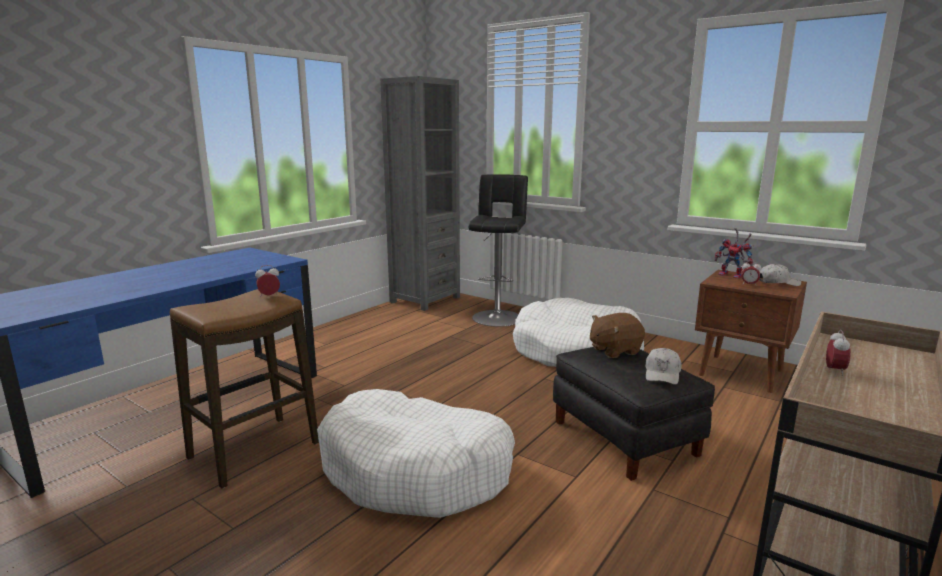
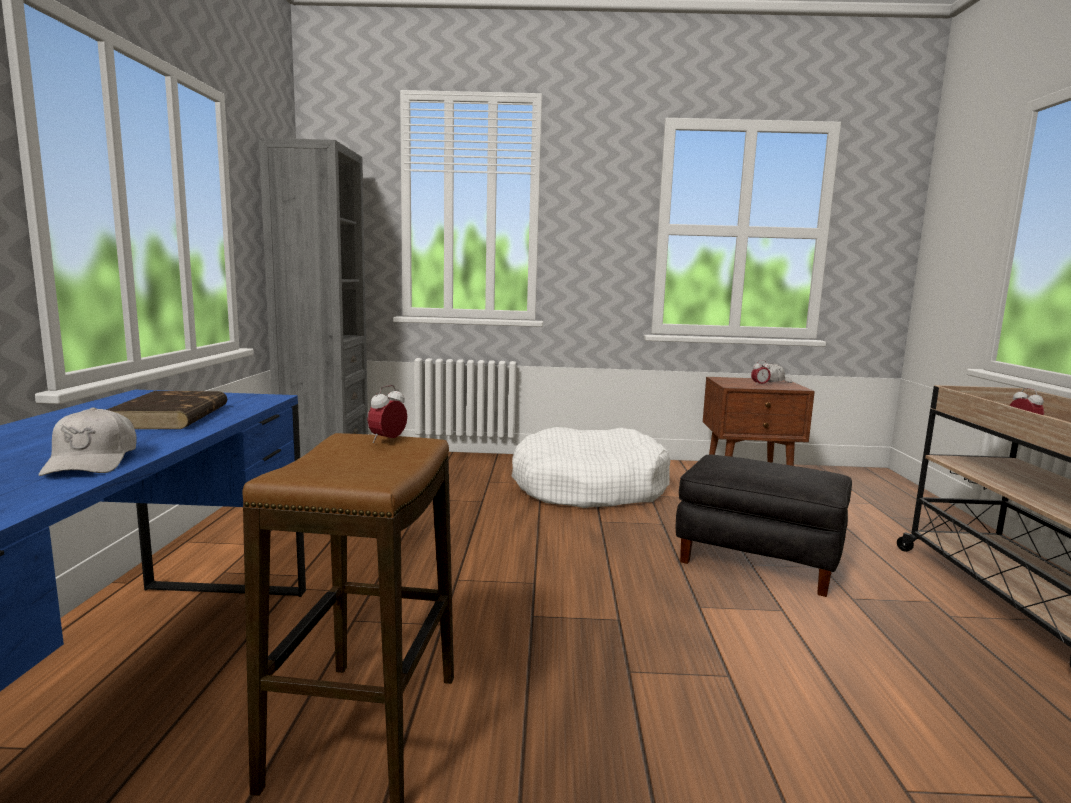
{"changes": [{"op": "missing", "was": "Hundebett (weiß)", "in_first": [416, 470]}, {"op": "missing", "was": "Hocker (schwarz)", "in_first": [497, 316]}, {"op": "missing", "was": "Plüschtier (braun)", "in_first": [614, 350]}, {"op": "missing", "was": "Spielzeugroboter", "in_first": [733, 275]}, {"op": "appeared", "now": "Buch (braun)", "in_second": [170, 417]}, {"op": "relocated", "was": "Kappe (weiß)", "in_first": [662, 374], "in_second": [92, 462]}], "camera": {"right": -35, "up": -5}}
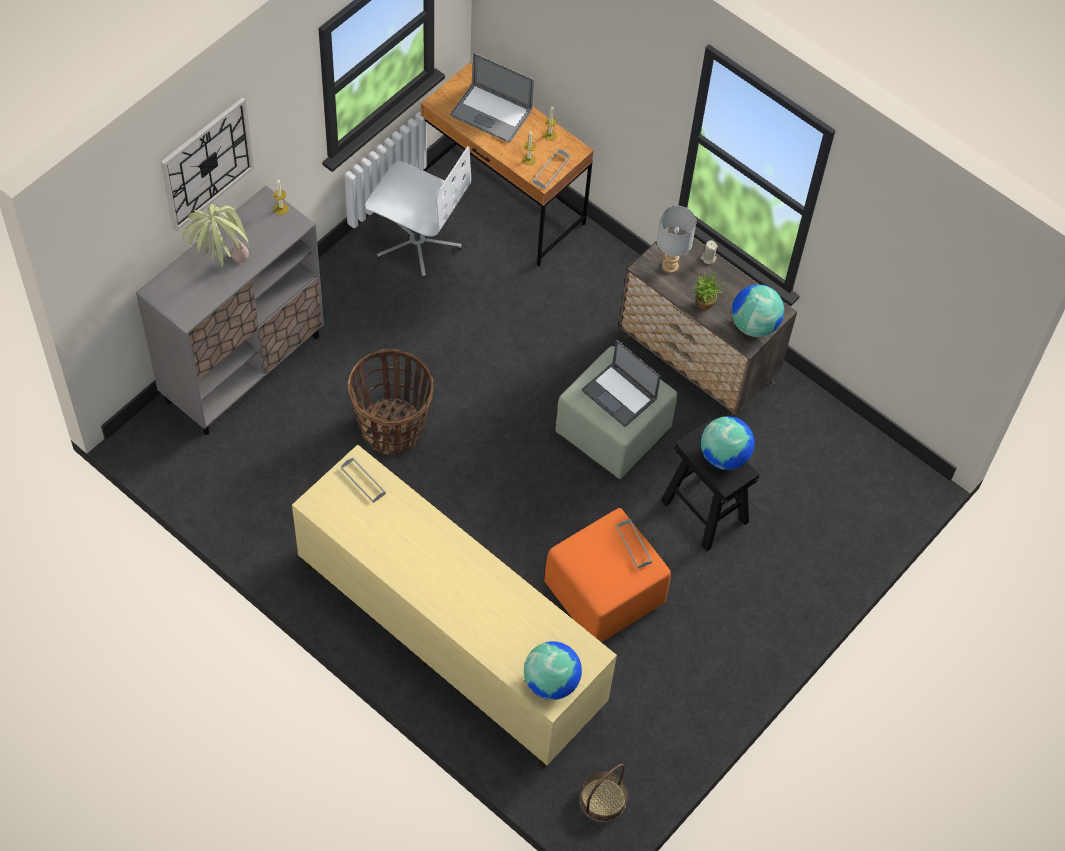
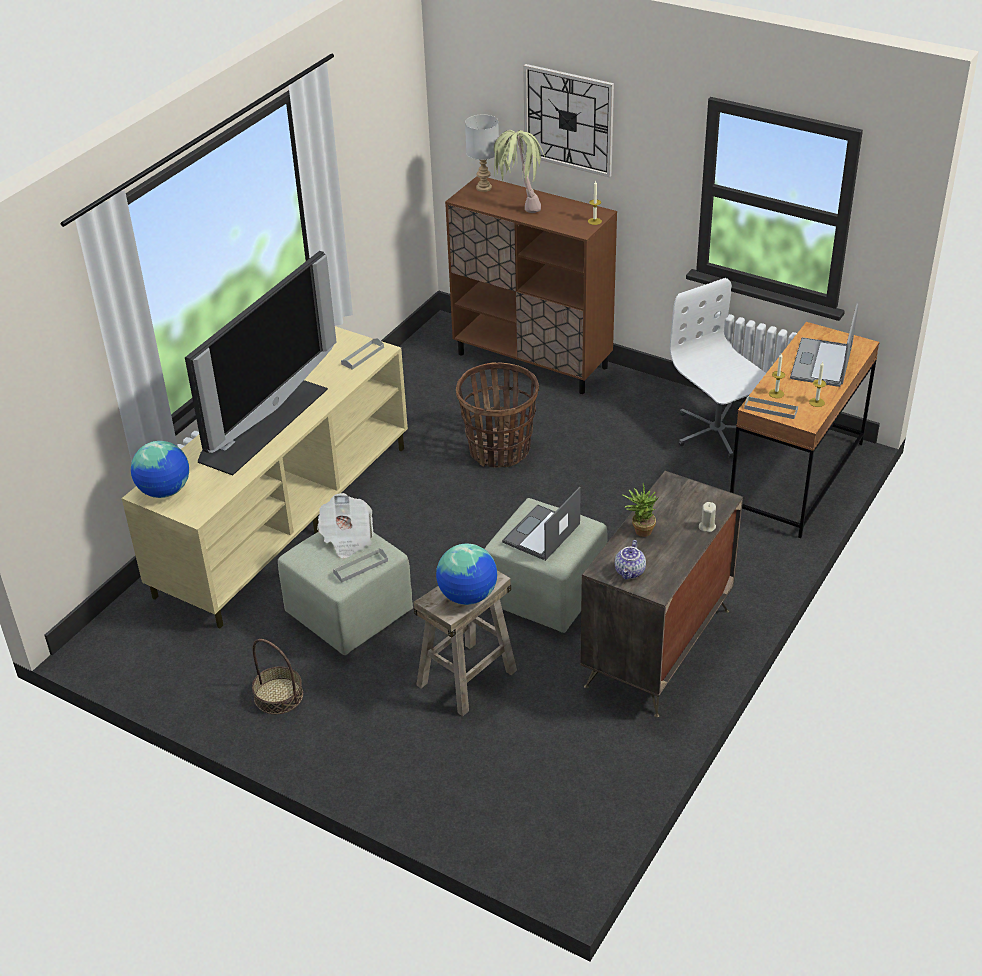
{"changes": [{"op": "appeared", "now": "Fernseher", "in_second": [261, 423]}, {"op": "appeared", "now": "Zeitung", "in_second": [347, 538]}, {"op": "relocated", "was": "Korb", "in_first": [603, 800], "in_second": [278, 696]}, {"op": "relocated", "was": "Tischlampe (grau)", "in_first": [670, 267], "in_second": [483, 188]}, {"op": "exchanged", "was": "Globus", "now": "Teekanne", "in_first": [754, 324], "in_second": [630, 572]}, {"op": "colour", "was": "Schrank (grau)", "now": "Schrank (braun)", "in_first": [244, 367], "in_second": [533, 361]}, {"op": "colour", "was": "Polsterhocker (orange)", "now": "Polsterhocker (grün)", "in_first": [603, 595], "in_second": [348, 613]}, {"op": "colour", "was": "Hocker (schwarz)", "now": "Hocker (beige)", "in_first": [705, 511], "in_second": [467, 678]}, {"op": "spun", "was": "Bürostuhl (weiß)", "in_first": [417, 242], "in_second": [716, 432], "clockwise": 135}], "camera": {"right": 85, "up": -20}}
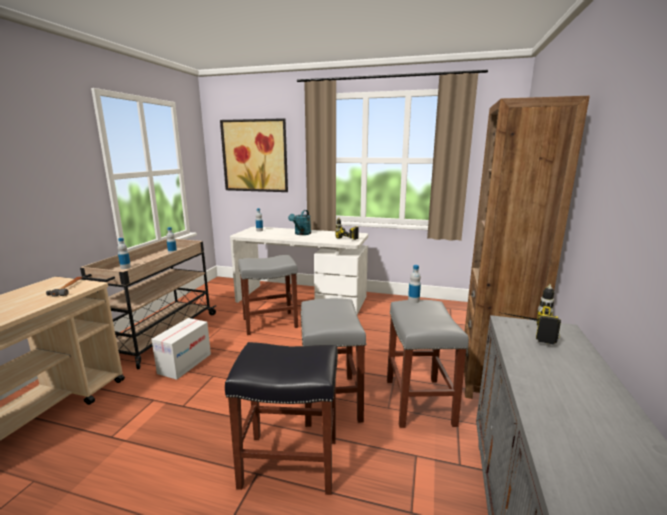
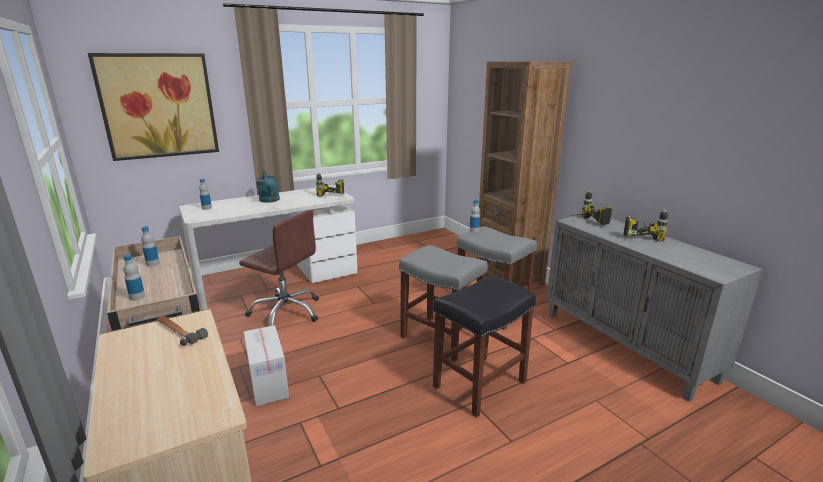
{"changes": [{"op": "appeared", "now": "Bohrmaschine", "in_second": [641, 234]}, {"op": "exchanged", "was": "Hocker (grau)", "now": "Bürostuhl (braun)", "in_first": [269, 323], "in_second": [286, 312]}], "camera": {"right": -45, "up": 5}}
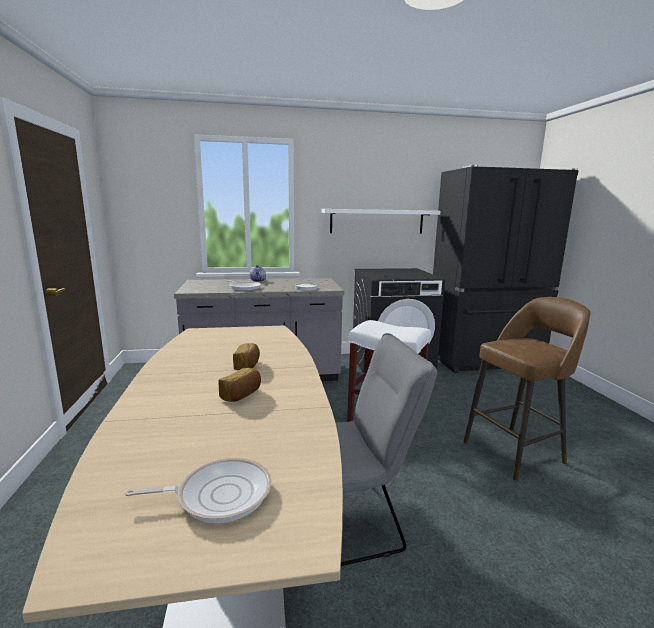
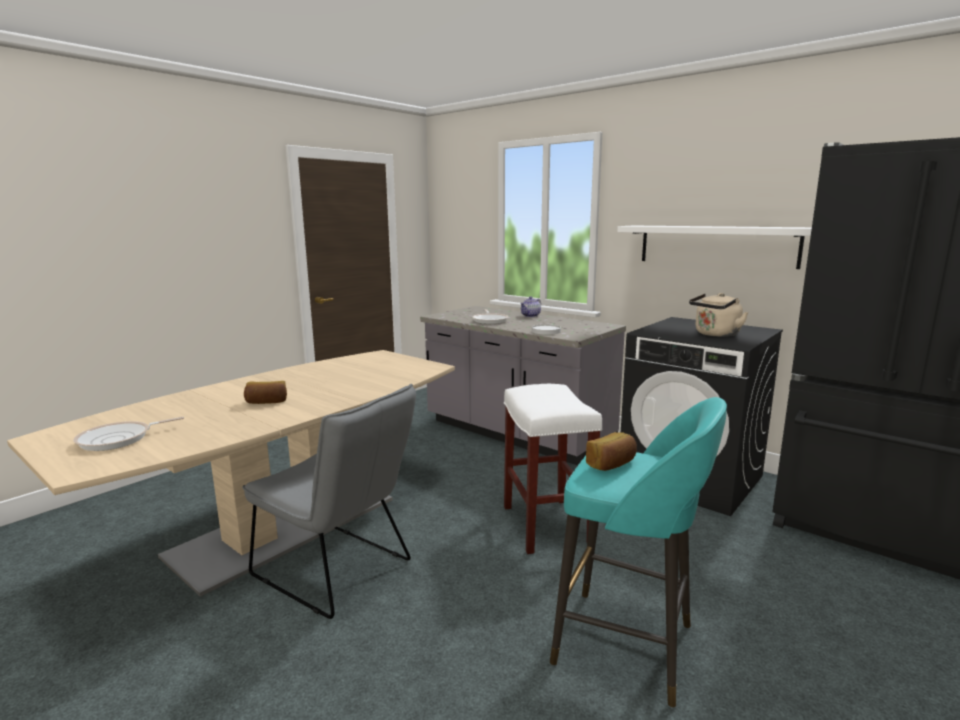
{"changes": [{"op": "appeared", "now": "Wasserkessel (beige)", "in_second": [715, 334]}, {"op": "relocated", "was": "Brot", "in_first": [247, 366], "in_second": [612, 464]}, {"op": "colour", "was": "Hocker (braun)", "now": "Hocker (türkis)", "in_first": [515, 452], "in_second": [628, 646]}, {"op": "spun", "was": "Pfanne", "in_first": [219, 494], "in_second": [119, 439], "clockwise": 105}], "camera": {"right": 50, "up": 0}}
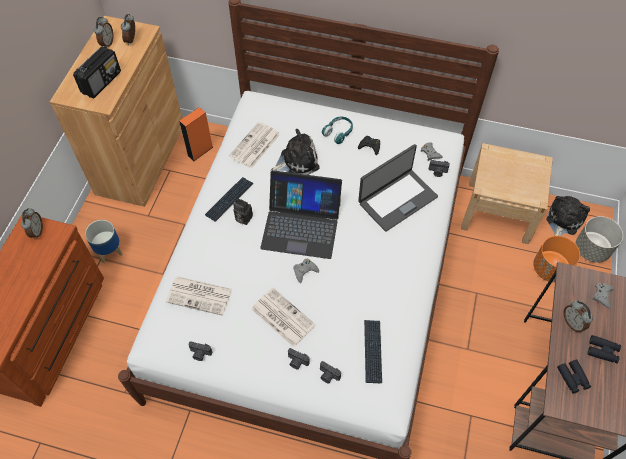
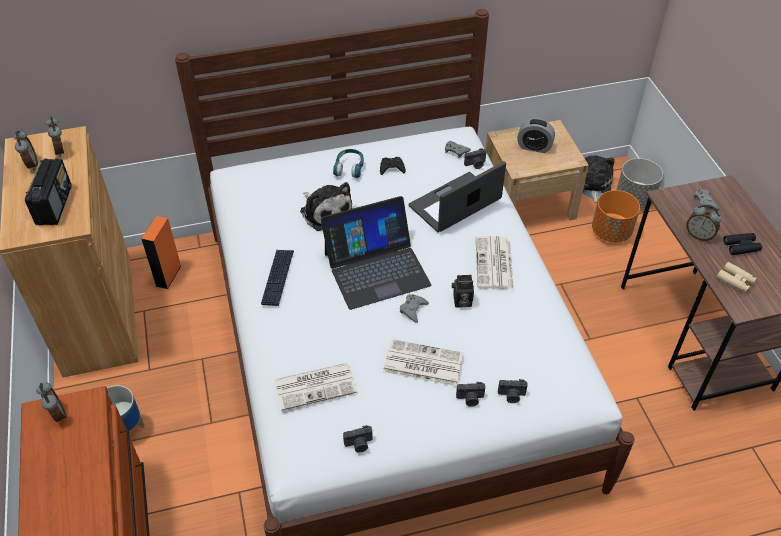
{"changes": [{"op": "missing", "was": "Tastatur", "in_first": [372, 351]}, {"op": "appeared", "now": "Wecker", "in_second": [534, 147]}, {"op": "relocated", "was": "Zeitung", "in_first": [255, 146], "in_second": [494, 264]}, {"op": "relocated", "was": "Kamera", "in_first": [242, 218], "in_second": [461, 302]}, {"op": "colour", "was": "Fernglas (schwarz)", "now": "Fernglas (beige)", "in_first": [572, 378], "in_second": [735, 281]}, {"op": "spun", "was": "Plüschtier", "in_first": [297, 161], "in_second": [325, 211], "clockwise": 105}, {"op": "spun", "was": "Laptop", "in_first": [397, 199], "in_second": [455, 204], "clockwise": -150}], "camera": {"right": -30, "up": -10}}
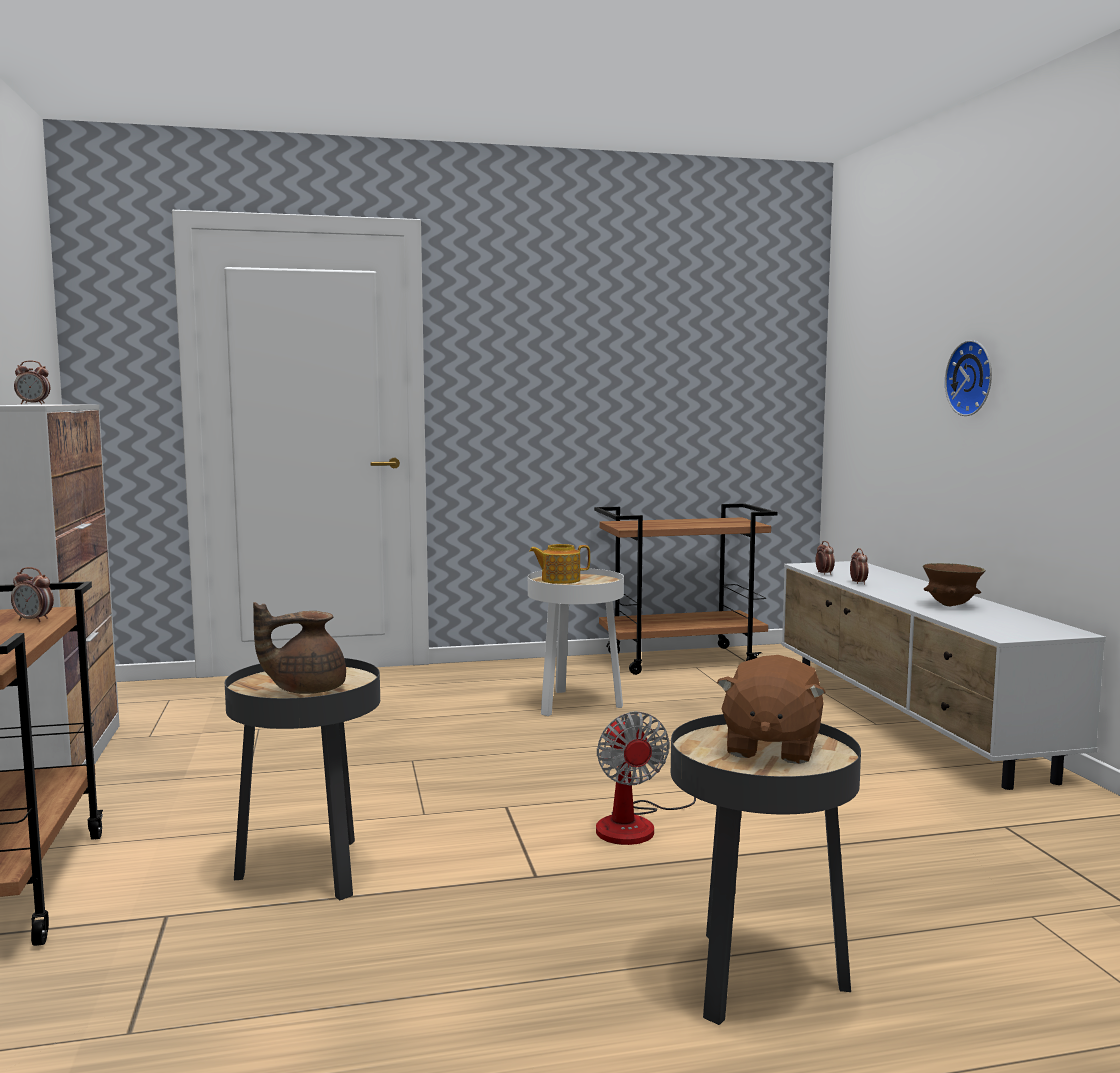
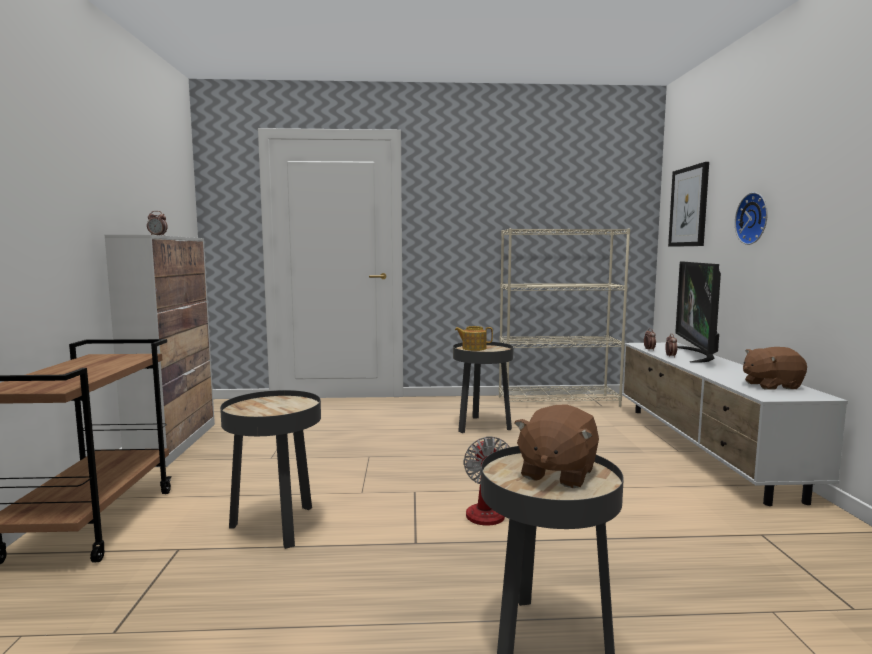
{"changes": [{"op": "missing", "was": "Wecker", "in_first": [34, 620]}, {"op": "missing", "was": "Teekanne (braun)", "in_first": [306, 689]}, {"op": "missing", "was": "Schüssel (braun)", "in_first": [951, 605]}, {"op": "appeared", "now": "Bild", "in_second": [689, 207]}, {"op": "appeared", "now": "Fernseher", "in_second": [697, 355]}, {"op": "appeared", "now": "Plüschtier (braun)", "in_second": [771, 385]}, {"op": "exchanged", "was": "Rollwagen (braun)", "now": "Bücherregal (beige)", "in_first": [682, 660], "in_second": [558, 401]}, {"op": "colour", "was": "Beistelltisch (weiß)", "now": "Beistelltisch (schwarz)", "in_first": [575, 704], "in_second": [482, 426]}], "camera": {"right": 10, "up": 0}}
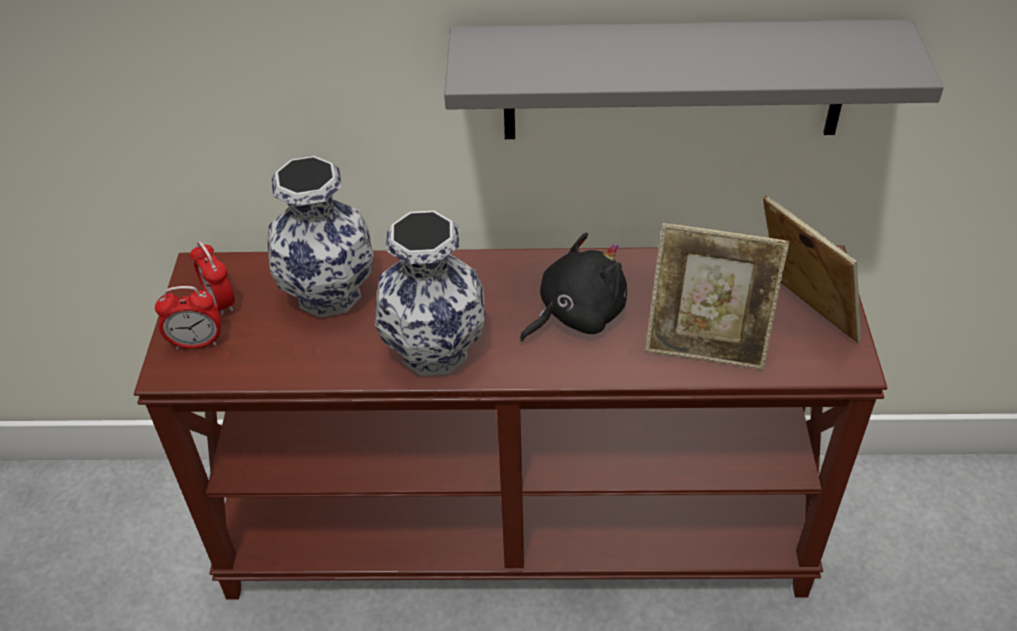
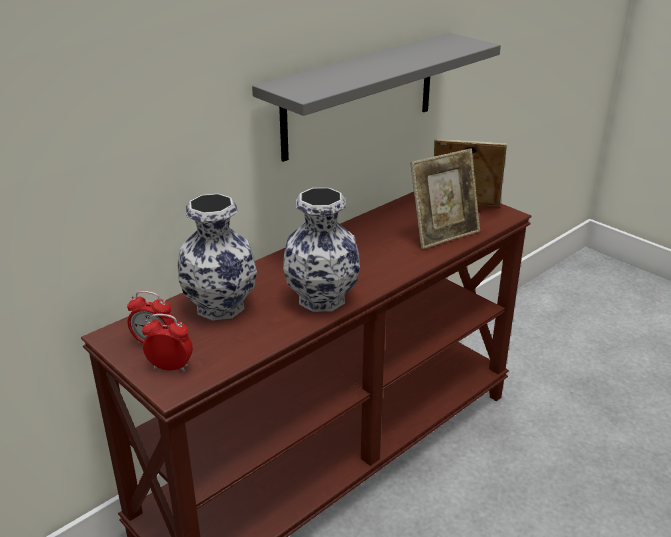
{"changes": [{"op": "missing", "was": "Plüschtier (schwarz)", "in_first": [576, 314]}, {"op": "spun", "was": "Wecker", "in_first": [197, 343], "in_second": [170, 367], "clockwise": -120}], "camera": {"right": -45, "up": -15}}
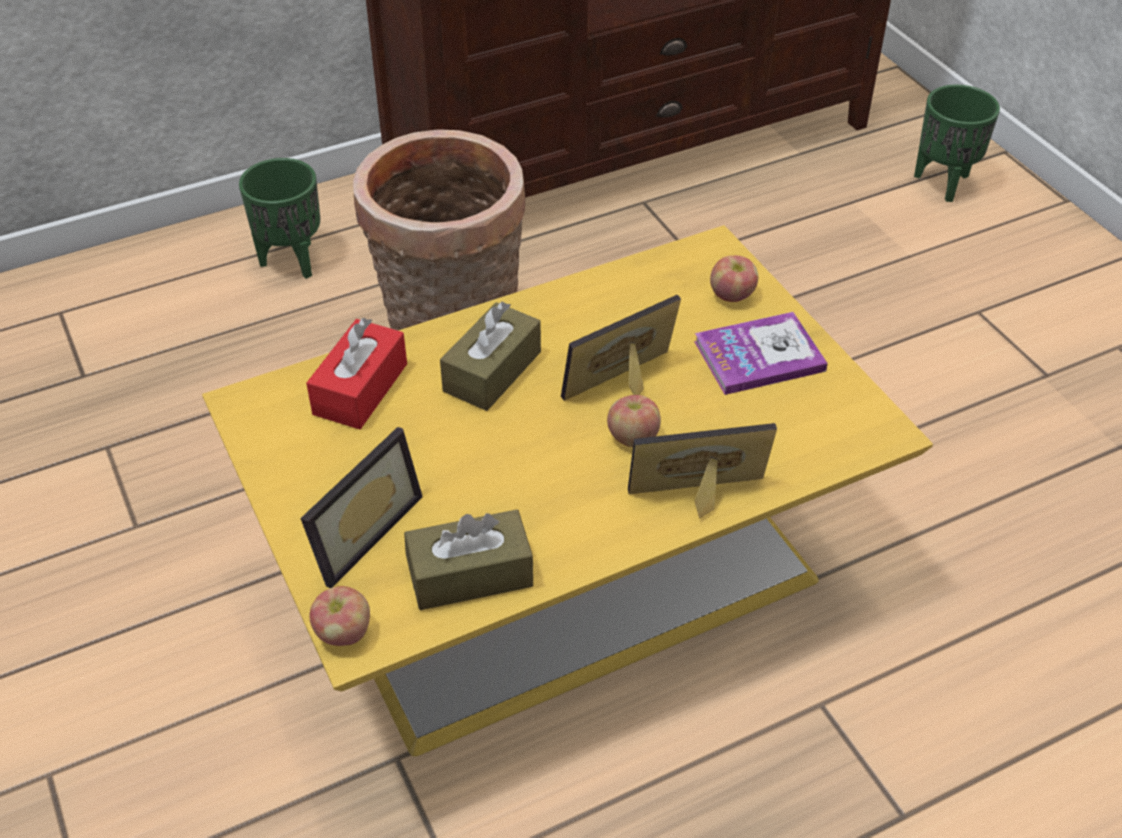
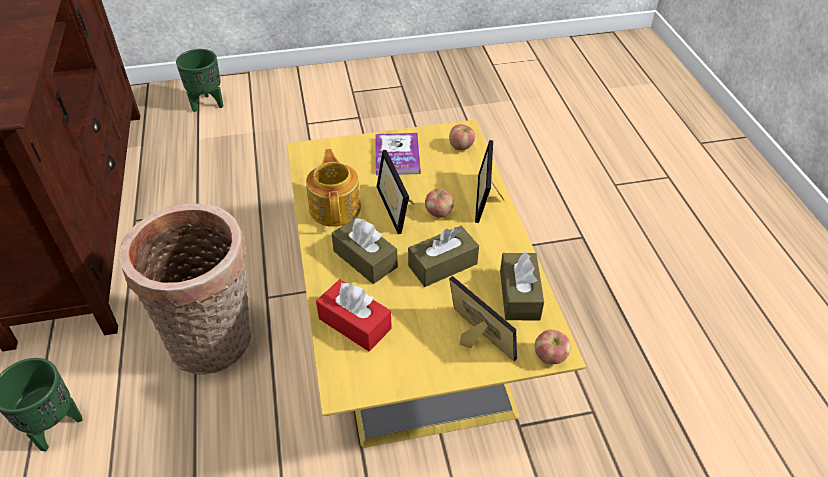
{"changes": [{"op": "appeared", "now": "Teekanne", "in_second": [336, 207]}, {"op": "appeared", "now": "Taschentuchbox (braun)", "in_second": [442, 265]}, {"op": "relocated", "was": "Apfel", "in_first": [732, 295], "in_second": [461, 146]}], "camera": {"right": -75, "up": 0}}
